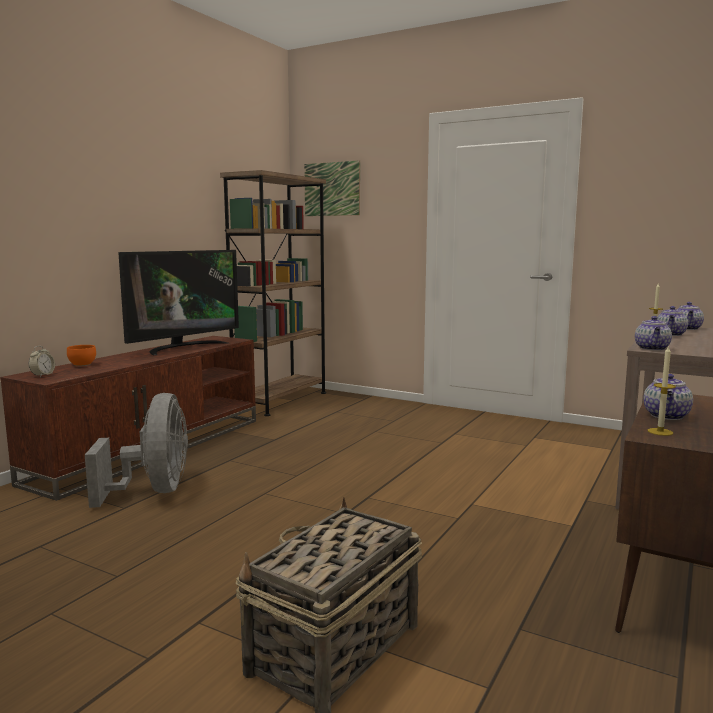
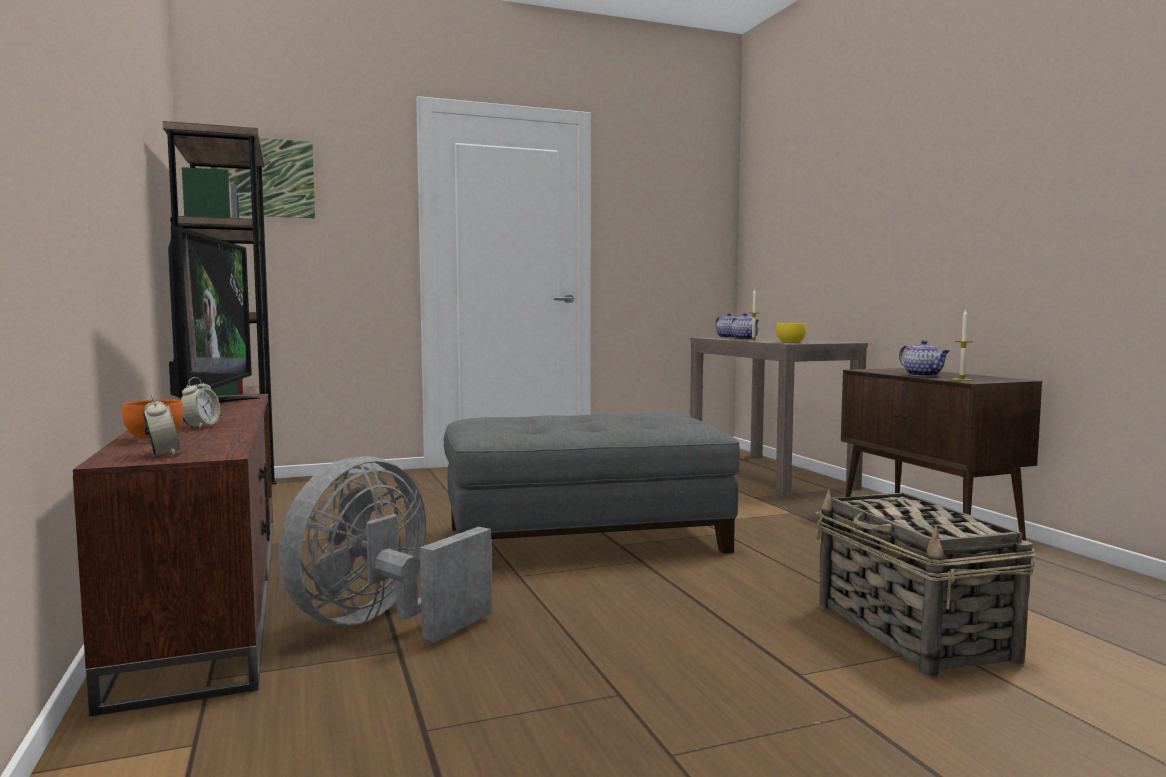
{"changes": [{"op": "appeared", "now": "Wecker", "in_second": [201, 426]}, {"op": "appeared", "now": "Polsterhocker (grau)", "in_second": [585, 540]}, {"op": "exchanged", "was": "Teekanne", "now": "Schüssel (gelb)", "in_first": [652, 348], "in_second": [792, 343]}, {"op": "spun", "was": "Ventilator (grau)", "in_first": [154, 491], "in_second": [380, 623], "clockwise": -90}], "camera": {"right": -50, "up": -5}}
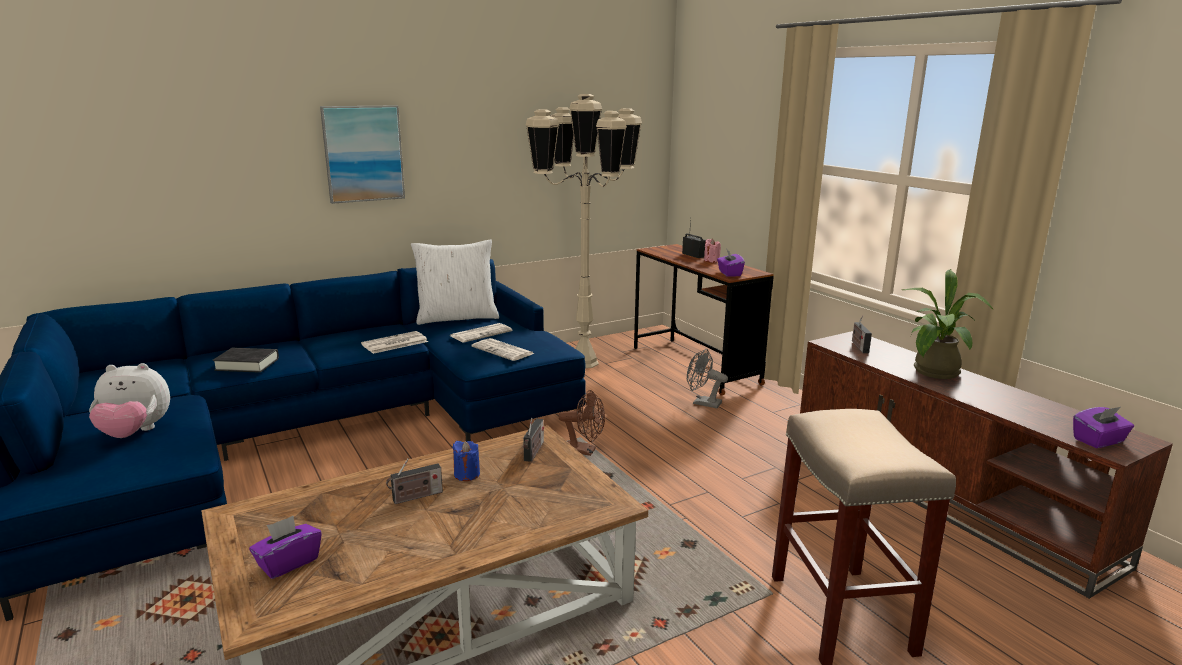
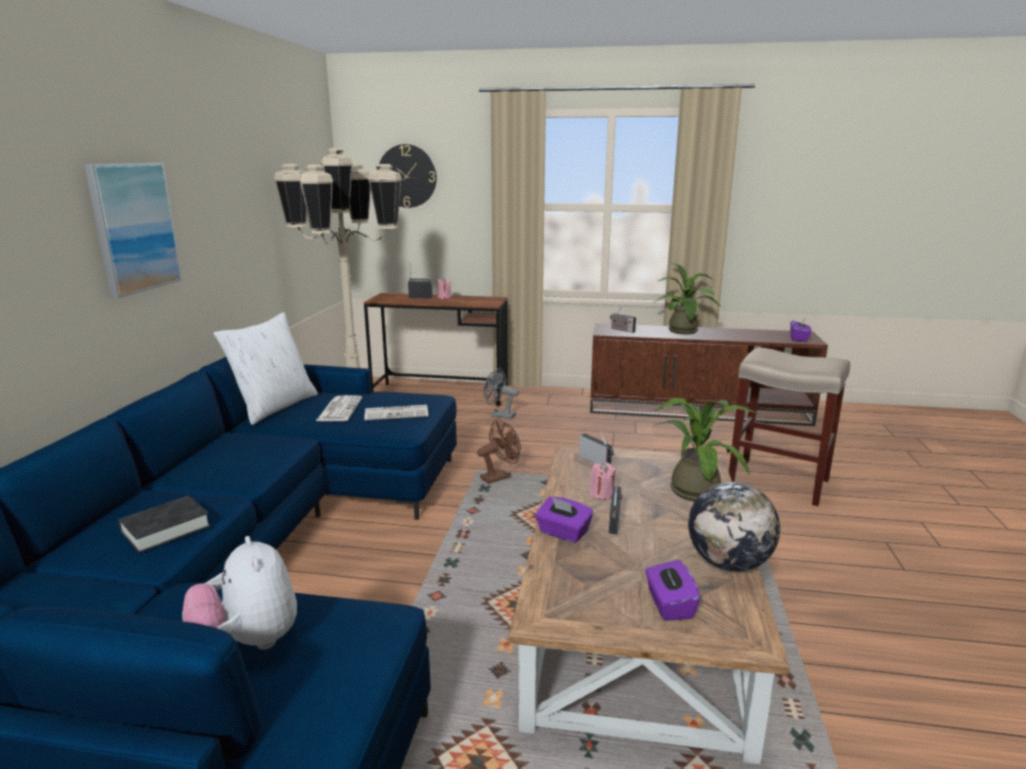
{"changes": [{"op": "missing", "was": "Zeitung", "in_first": [394, 343]}, {"op": "appeared", "now": "Wanduhr", "in_second": [407, 176]}, {"op": "appeared", "now": "Topfpflanze", "in_second": [693, 488]}, {"op": "appeared", "now": "Globus", "in_second": [728, 563]}, {"op": "relocated", "was": "Taschentuchbox (lila)", "in_first": [729, 273], "in_second": [563, 533]}, {"op": "colour", "was": "Kerze (blau)", "now": "Kerze (rosa)", "in_first": [467, 474], "in_second": [601, 494]}, {"op": "spun", "was": "Plüschtier", "in_first": [135, 433], "in_second": [248, 642], "clockwise": 120}, {"op": "spun", "was": "Ventilator (grau)", "in_first": [702, 403], "in_second": [499, 415], "clockwise": 45}], "camera": {"right": -50, "up": 0}}
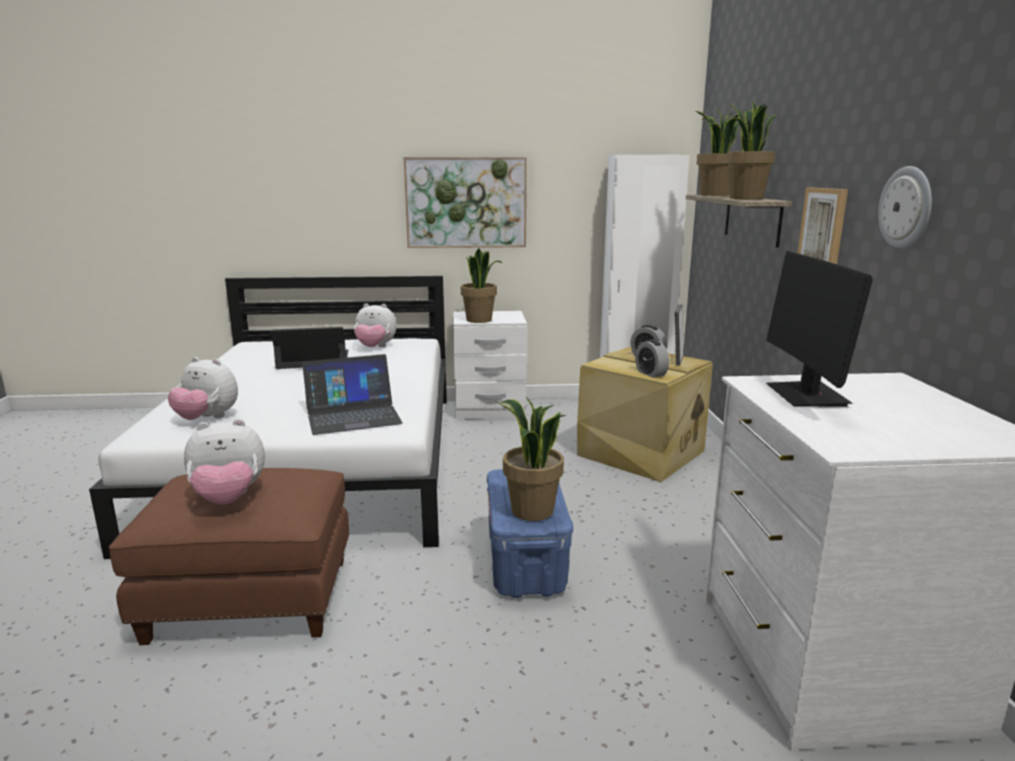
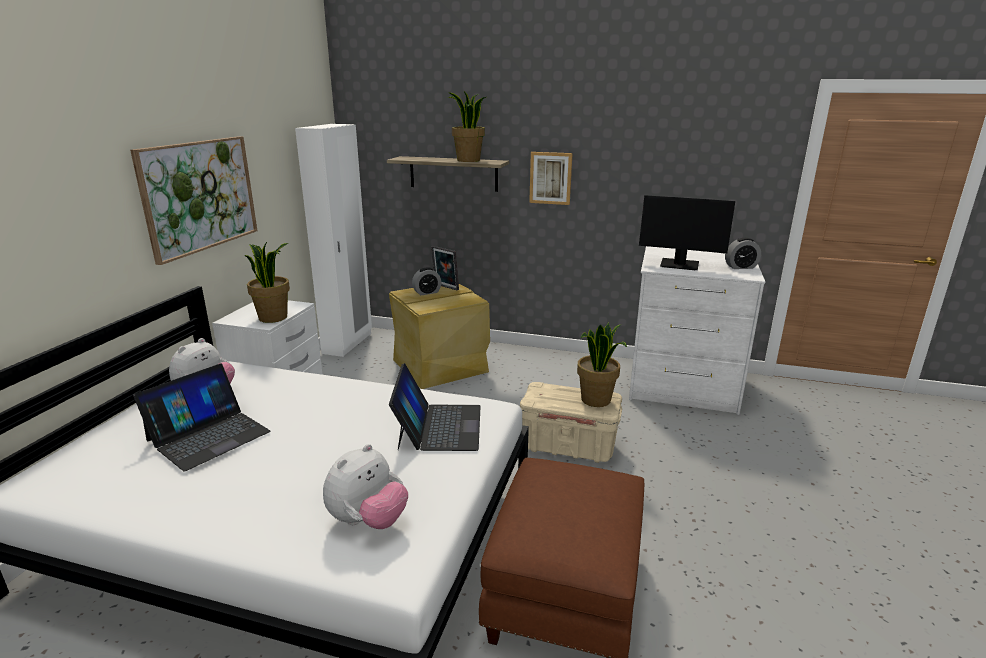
{"changes": [{"op": "missing", "was": "Plüschtier", "in_first": [229, 498]}, {"op": "missing", "was": "Topfpflanze", "in_first": [714, 195]}, {"op": "missing", "was": "Wanduhr", "in_first": [906, 207]}, {"op": "relocated", "was": "Wecker", "in_first": [650, 373], "in_second": [740, 267]}, {"op": "colour", "was": "Aufbewahrungsbox (blau)", "now": "Aufbewahrungsbox (beige)", "in_first": [526, 564], "in_second": [569, 446]}, {"op": "spun", "was": "Laptop", "in_first": [313, 359], "in_second": [208, 435], "clockwise": -150}], "camera": {"right": -70, "up": 5}}
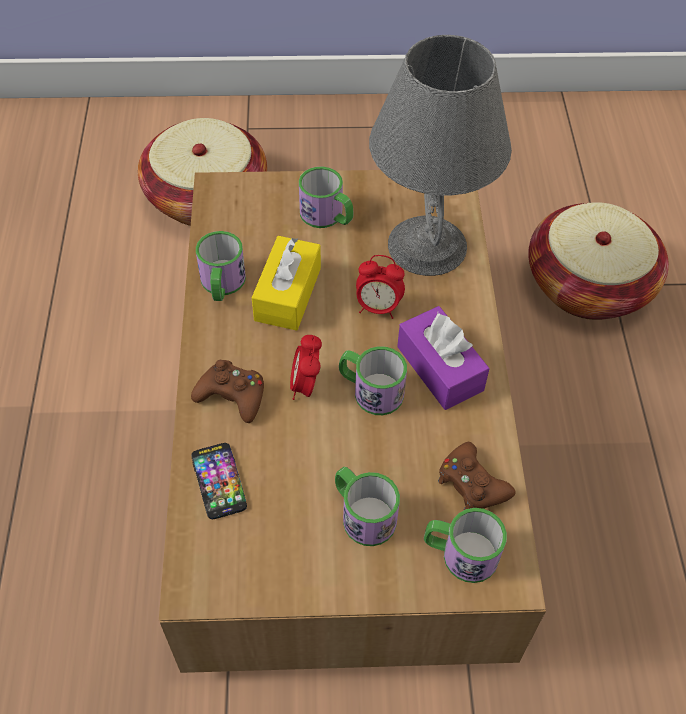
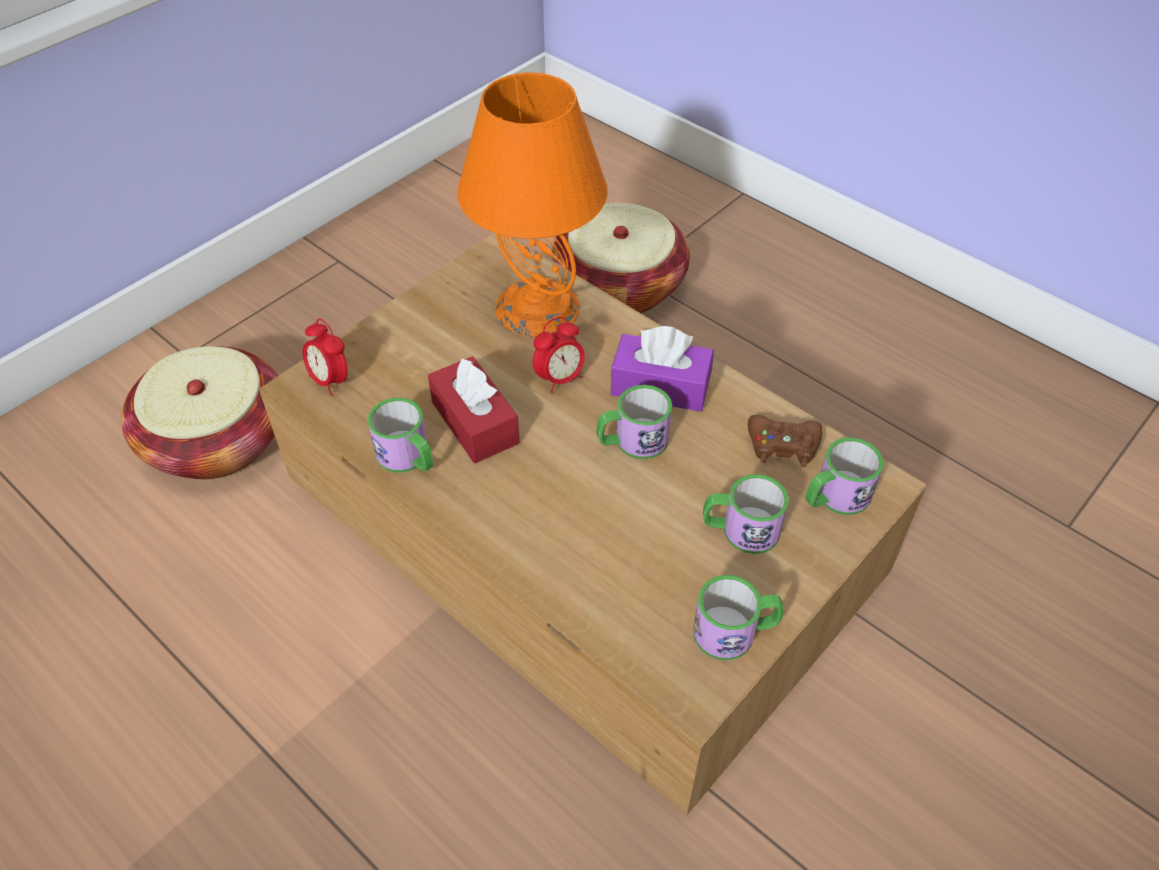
{"changes": [{"op": "missing", "was": "Gamepad (braun)", "in_first": [232, 395]}, {"op": "missing", "was": "Handy", "in_first": [219, 481]}, {"op": "relocated", "was": "Wecker", "in_first": [306, 386], "in_second": [330, 380]}, {"op": "relocated", "was": "Henkelbecher", "in_first": [327, 216], "in_second": [735, 631]}, {"op": "colour", "was": "Taschentuchbox (gelb)", "now": "Taschentuchbox (rot)", "in_first": [288, 294], "in_second": [475, 422]}, {"op": "colour", "was": "Tischlampe (grau)", "now": "Tischlampe (orange)", "in_first": [426, 245], "in_second": [536, 307]}], "camera": {"right": -45, "up": -5}}
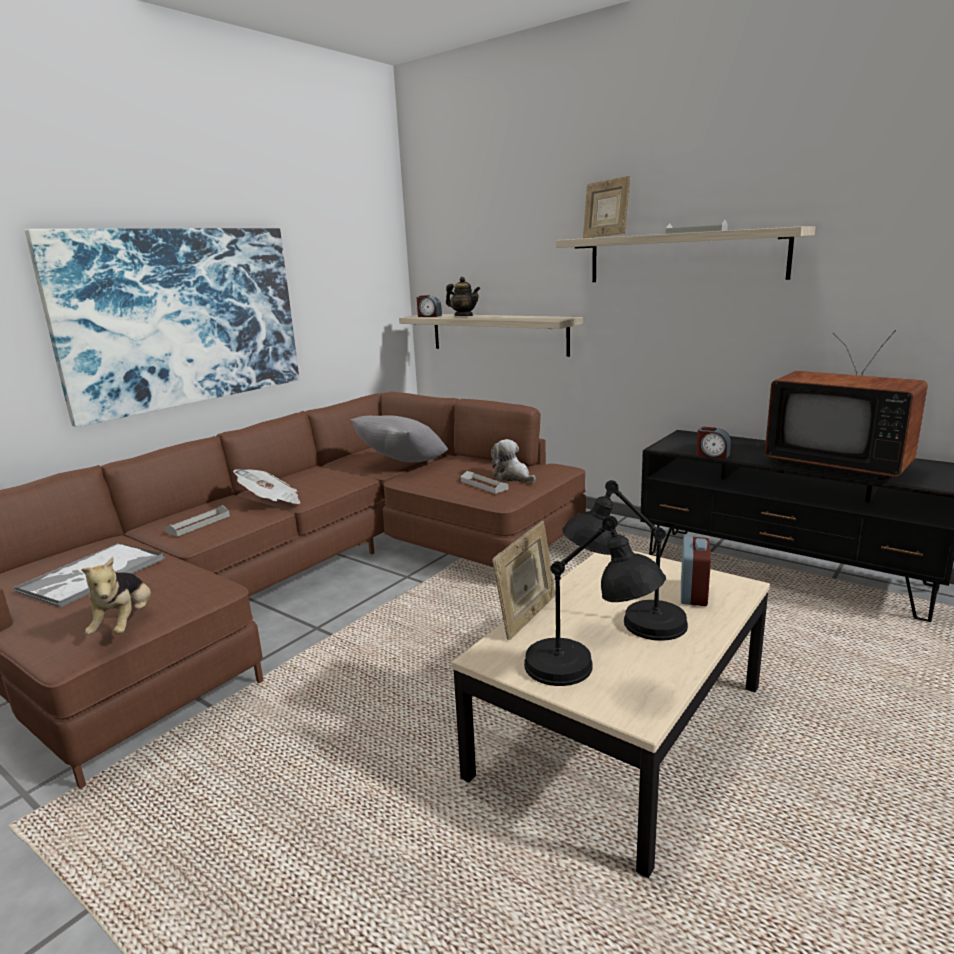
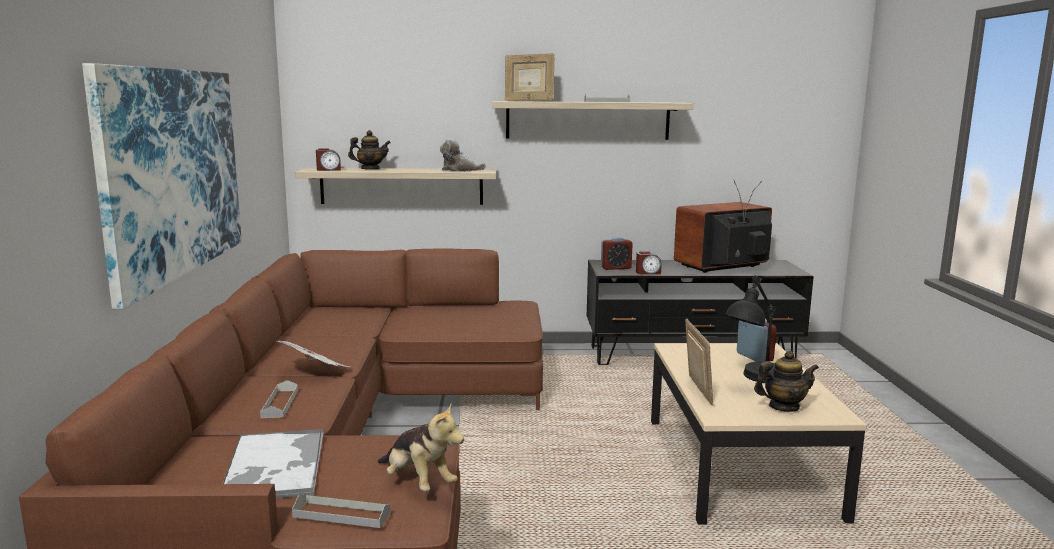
{"changes": [{"op": "missing", "was": "Kissen (grau)", "in_first": [402, 464]}, {"op": "appeared", "now": "Wecker", "in_second": [616, 268]}, {"op": "relocated", "was": "Tablett (grau)", "in_first": [484, 485], "in_second": [342, 514]}, {"op": "relocated", "was": "Plüschtier", "in_first": [513, 477], "in_second": [459, 170]}, {"op": "exchanged", "was": "Tischlampe (schwarz)", "now": "Teekanne", "in_first": [588, 674], "in_second": [783, 407]}, {"op": "spun", "was": "Fernseher", "in_first": [838, 463], "in_second": [725, 268], "clockwise": 150}], "camera": {"right": -40, "up": -5}}
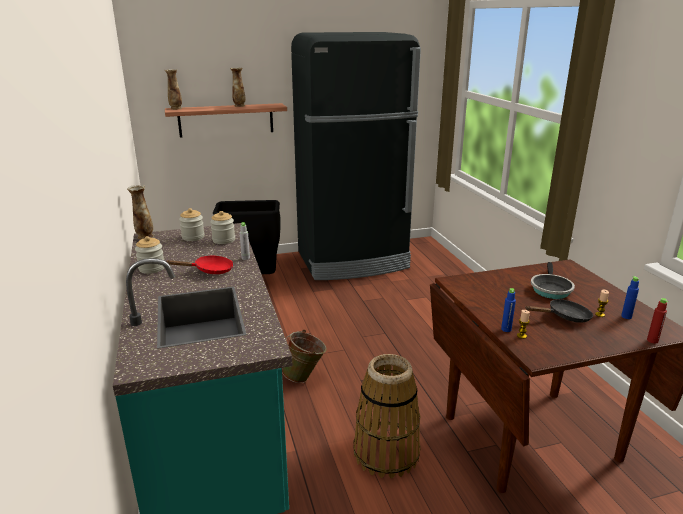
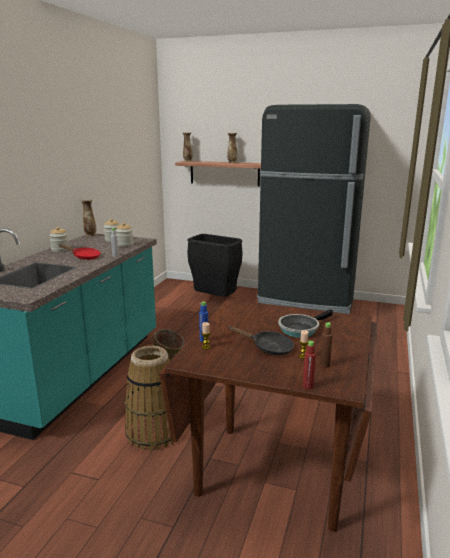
{"changes": [{"op": "colour", "was": "Flasche (blau)", "now": "Flasche (braun)", "in_first": [626, 316], "in_second": [324, 365]}], "camera": {"right": 35, "up": -5}}
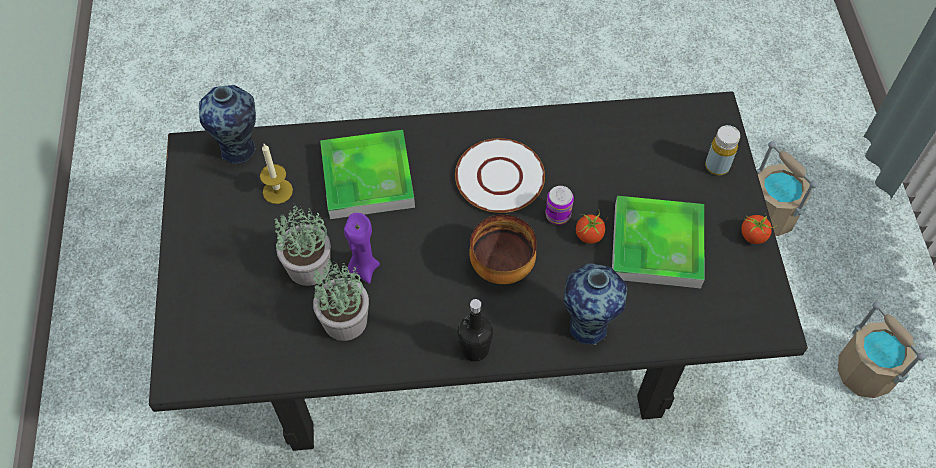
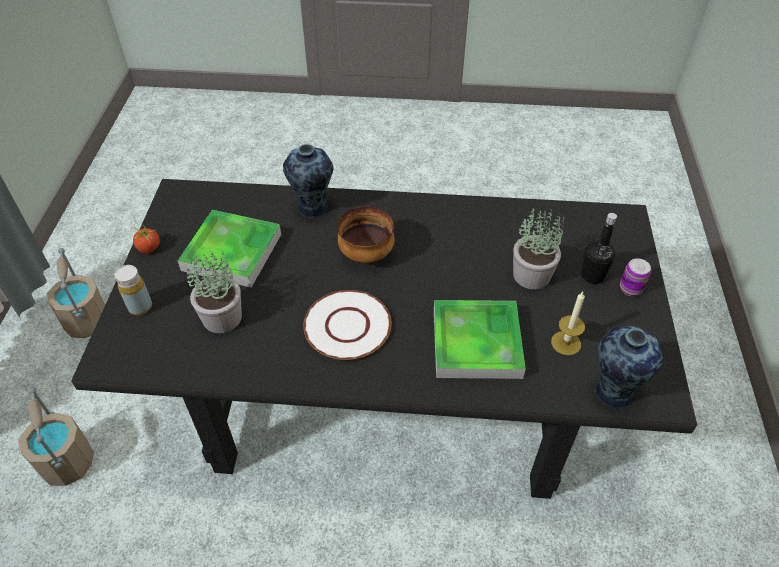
{"changes": [{"op": "missing", "was": "Kerze (lila)", "in_first": [363, 268]}, {"op": "missing", "was": "Tomate", "in_first": [589, 235]}, {"op": "relocated", "was": "Topfpflanze", "in_first": [344, 320], "in_second": [223, 318]}, {"op": "relocated", "was": "Flasche (schwarz)", "in_first": [475, 349], "in_second": [592, 276]}, {"op": "relocated", "was": "Dose", "in_first": [558, 215], "in_second": [630, 288]}], "camera": {"right": -170, "up": -10}}
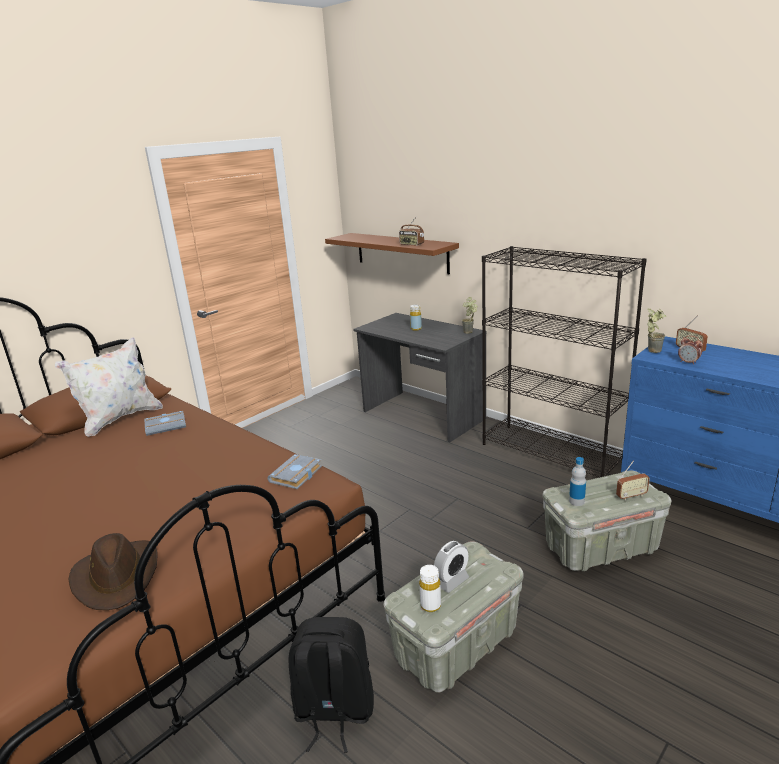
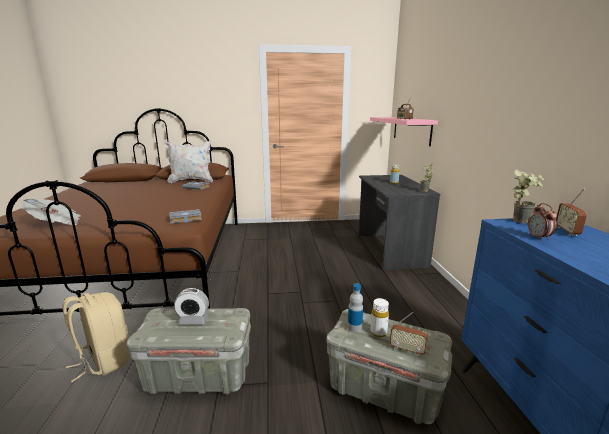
{"changes": [{"op": "missing", "was": "Bücherregal (schwarz)", "in_first": [552, 453]}, {"op": "relocated", "was": "Flasche (weiß)", "in_first": [430, 605], "in_second": [378, 332]}, {"op": "exchanged", "was": "Hut (braun)", "now": "Zeitung", "in_first": [117, 576], "in_second": [56, 223]}, {"op": "colour", "was": "Rucksack (schwarz)", "now": "Rucksack (beige)", "in_first": [333, 712], "in_second": [104, 360]}, {"op": "colour", "was": "Wandregal (braun)", "now": "Wandregal (rosa)", "in_first": [401, 252], "in_second": [411, 130]}], "camera": {"right": 40, "up": -5}}
